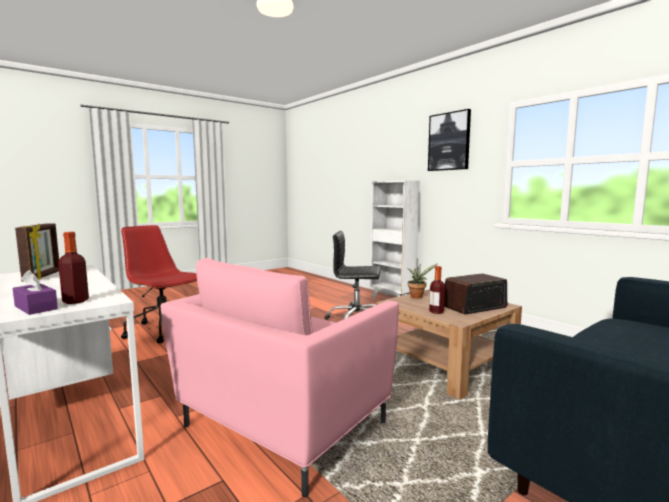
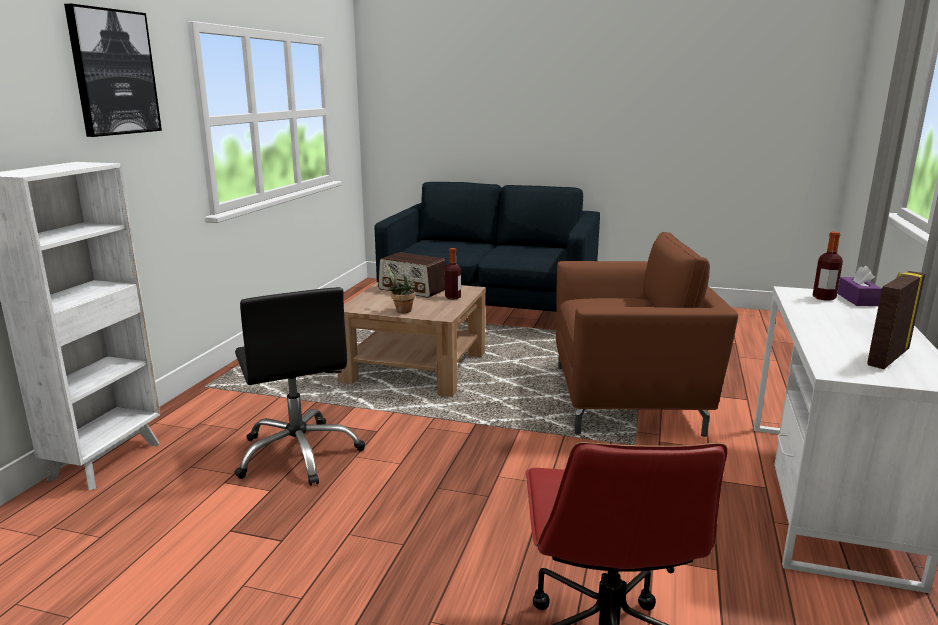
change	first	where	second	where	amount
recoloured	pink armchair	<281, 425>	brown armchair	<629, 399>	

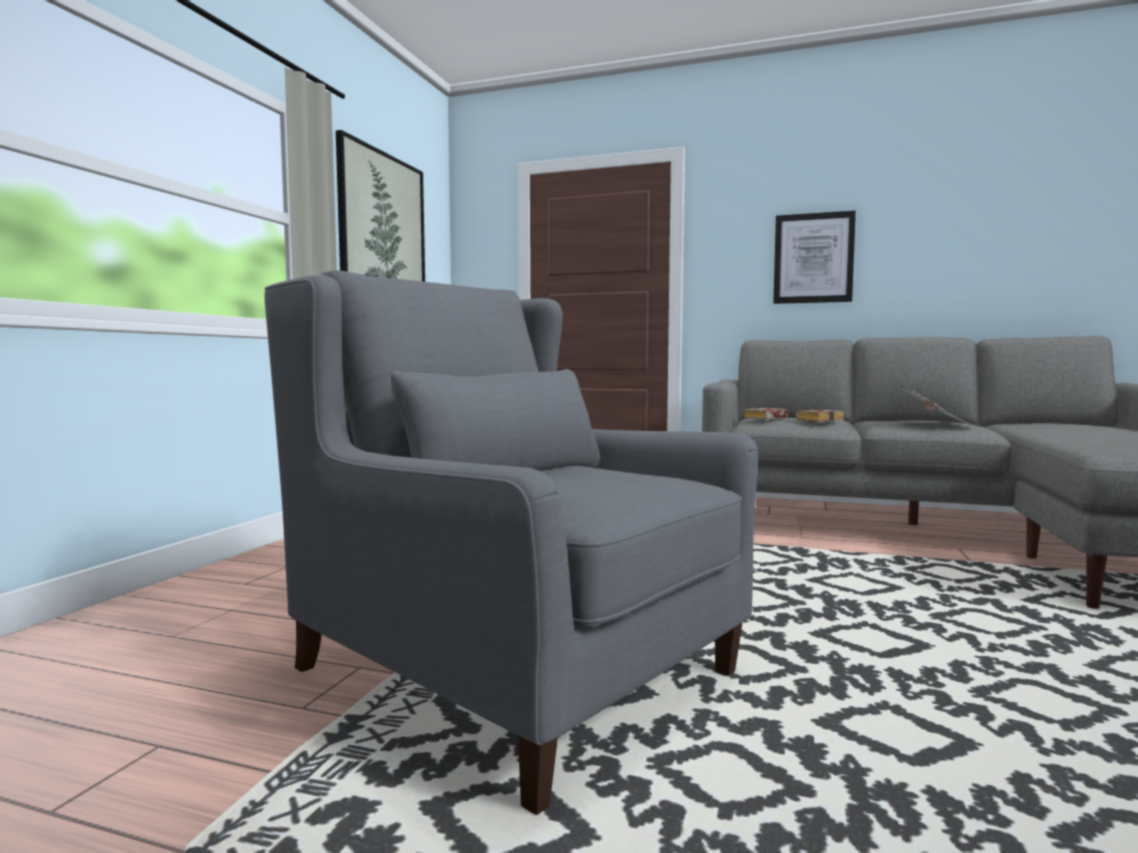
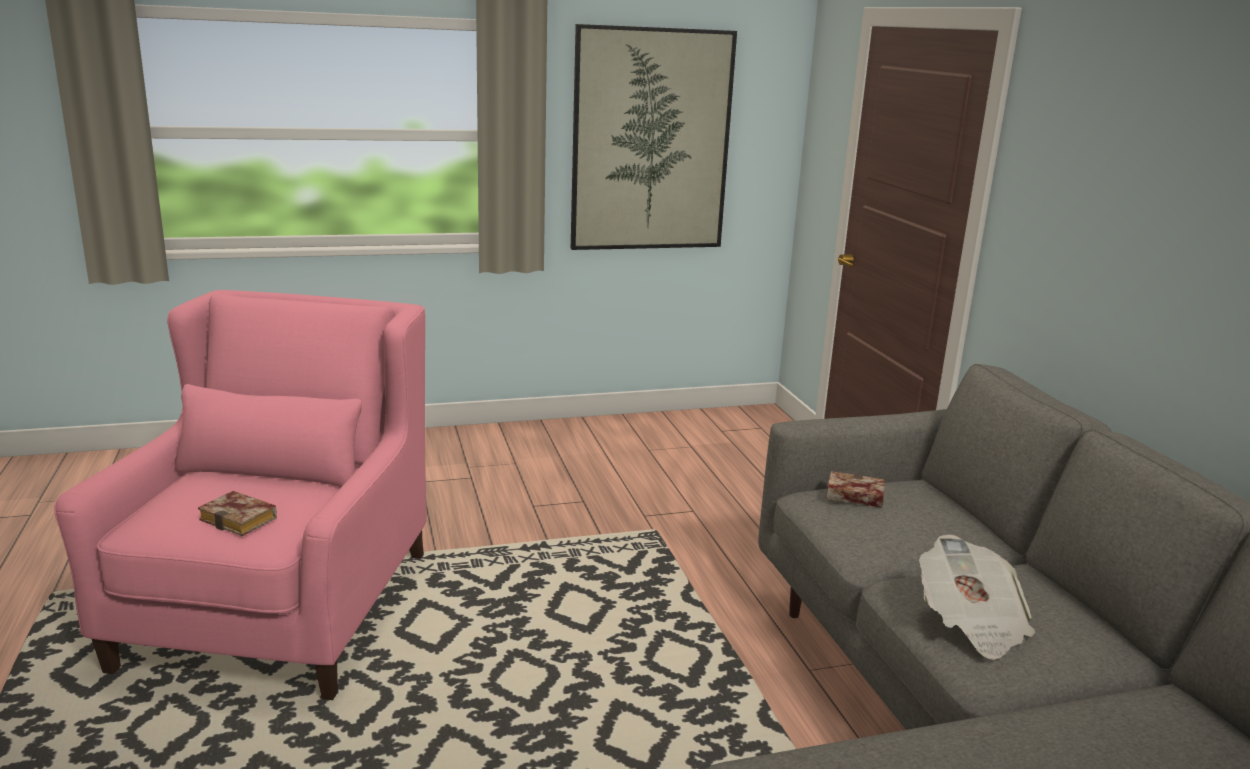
change	first	where	second	where	amount
removed	picture	<813, 258>			
moved	book	<820, 420>		<242, 519>	
recoloured	grey armchair	<515, 671>	pink armchair	<280, 608>	

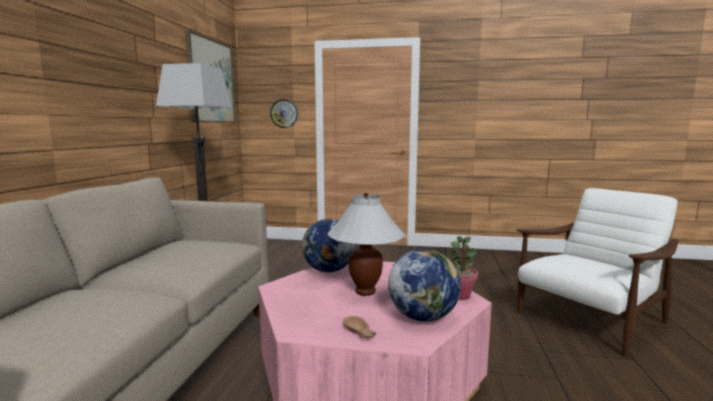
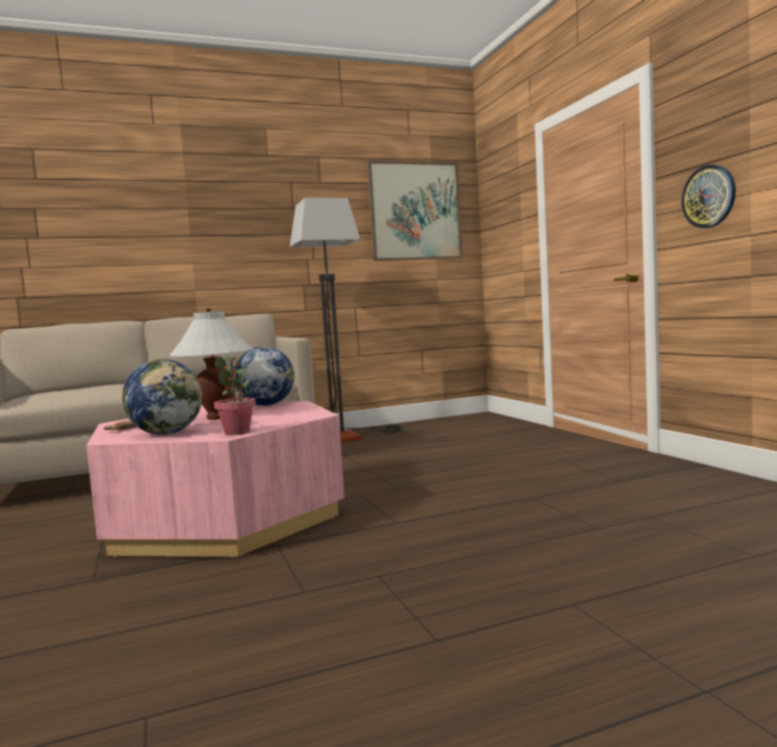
change	first	where	second	where	amount
removed	white armchair	<589, 319>			
moved	wall clock	<284, 113>		<709, 196>	

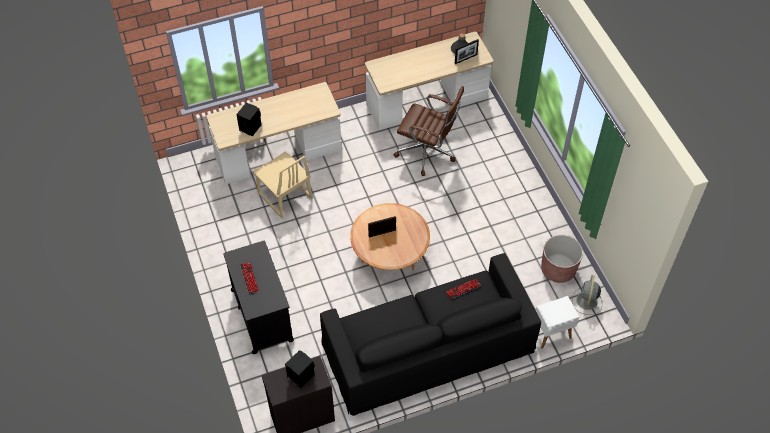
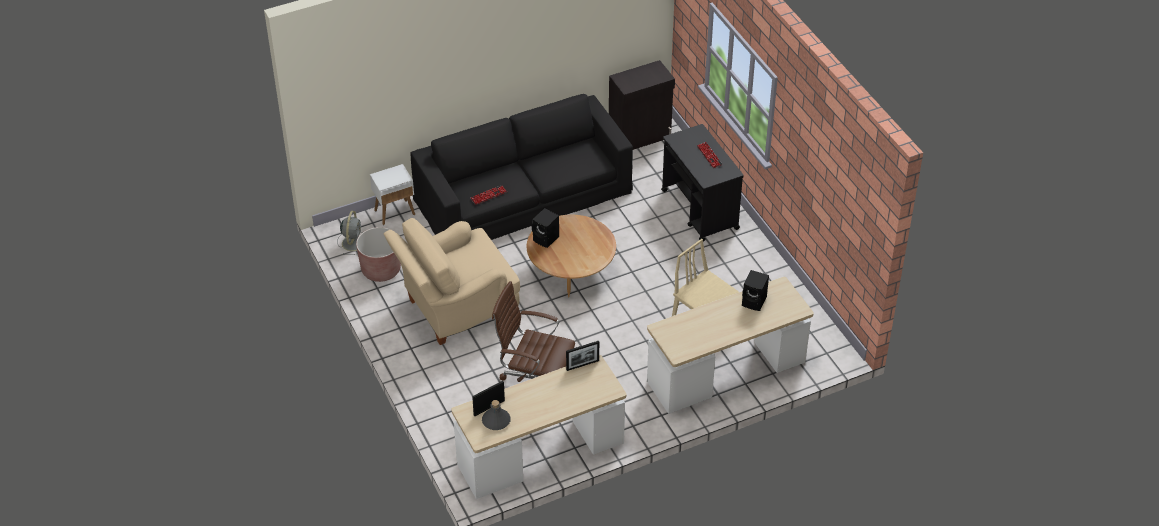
change	first	where	second	where	amount
added			beige armchair	<456, 309>	
moved	black speaker	<300, 375>		<546, 239>	
moved	picture frame	<382, 233>		<582, 365>	

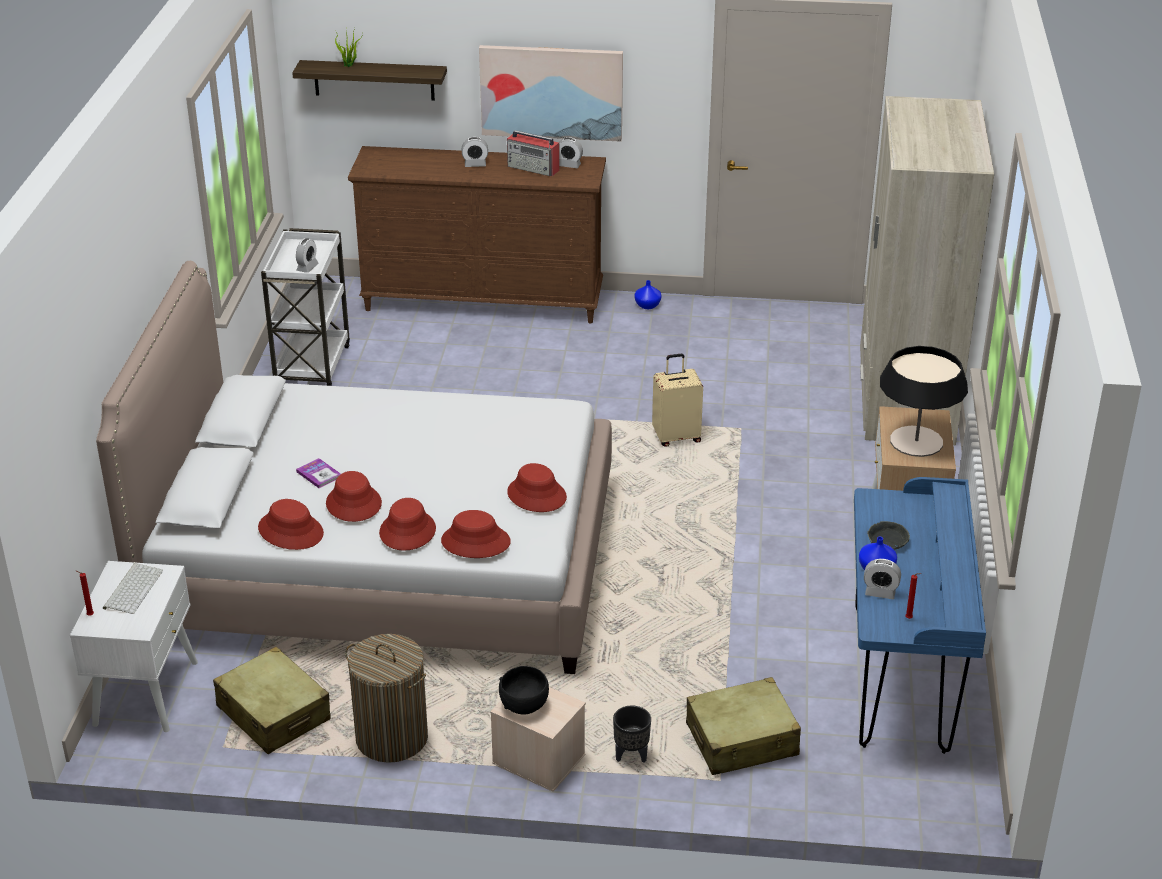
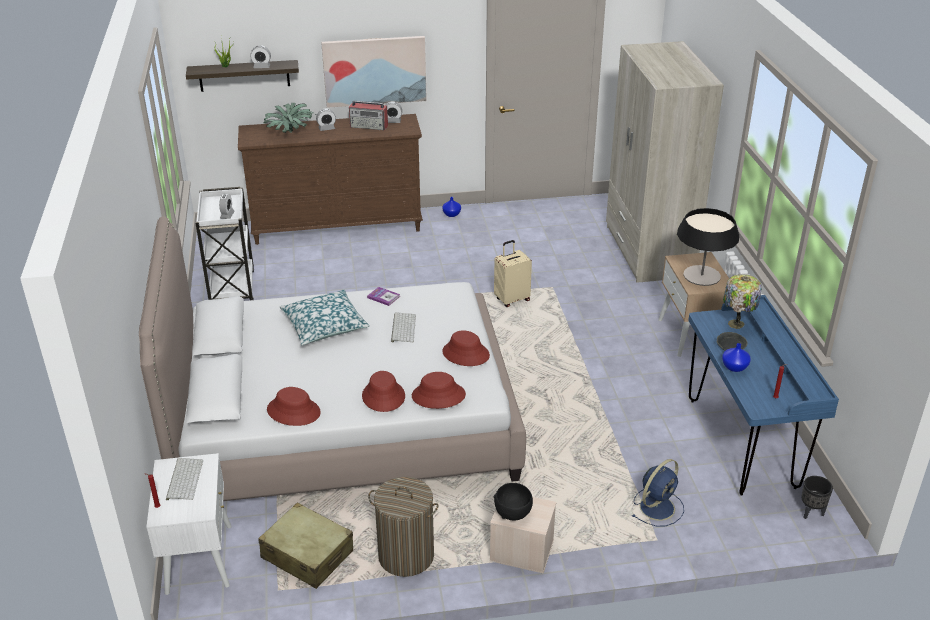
change	first	where	second	where	amount
removed	red hat	<353, 504>			
added			potted plant	<290, 134>	
added			pillow	<324, 325>	
added			keyboard	<402, 328>	
added			table lamp	<736, 325>	
moved	book	<319, 474>		<383, 297>	
moved	black planter	<630, 756>		<810, 512>	
moved	alarm clock	<880, 592>		<261, 67>	
replaced	beige suitcase	<742, 740>	blue fan	<658, 507>	

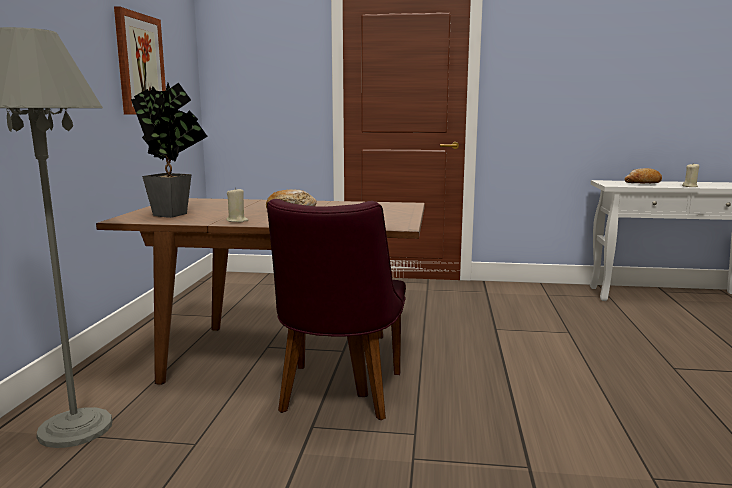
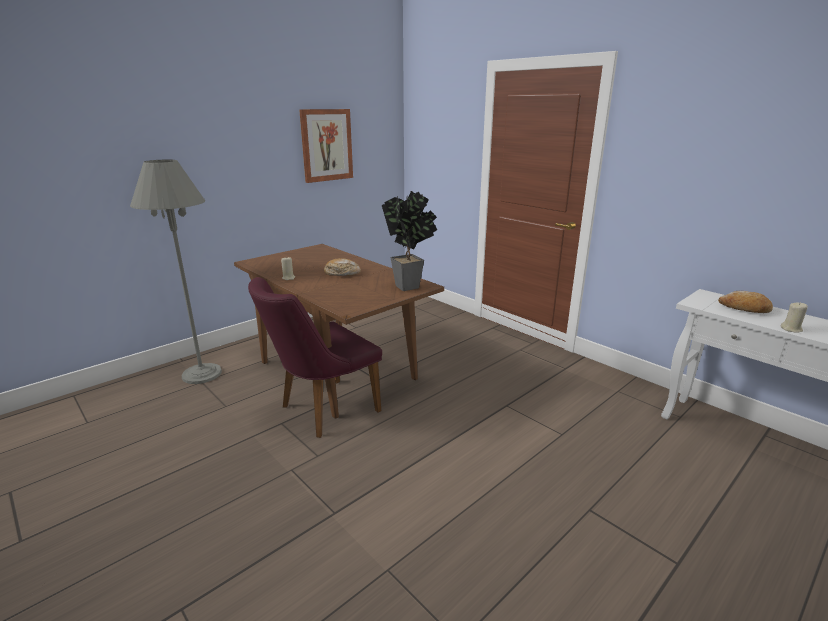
change	first	where	second	where	amount
moved	potted plant	<176, 214>		<411, 287>	

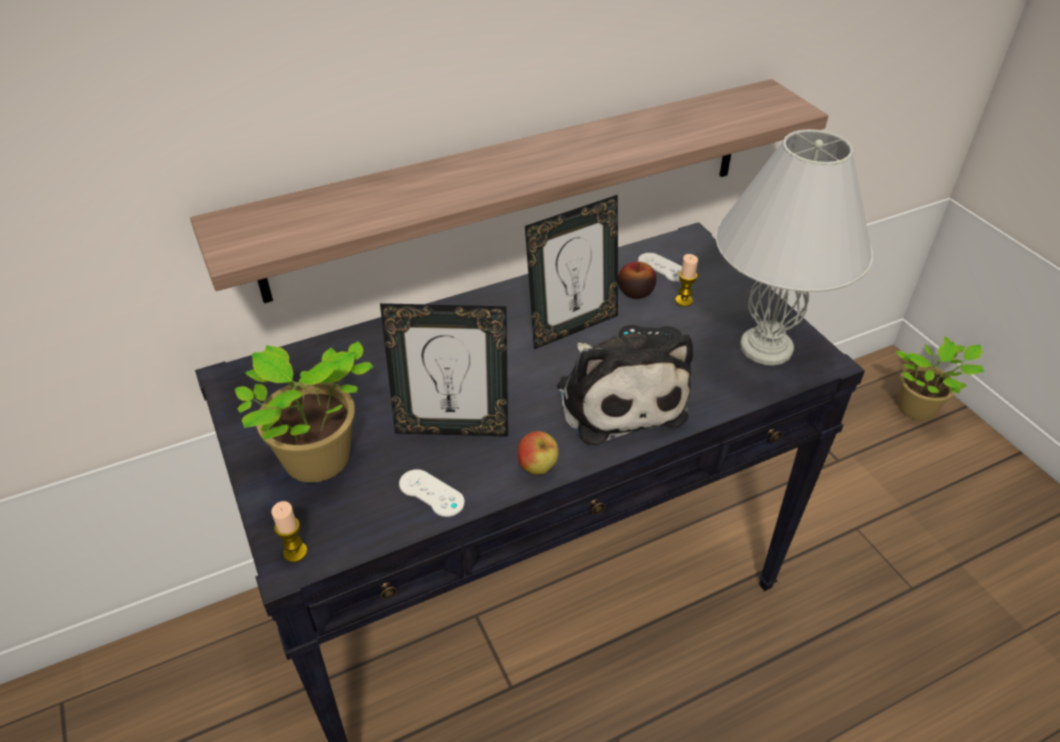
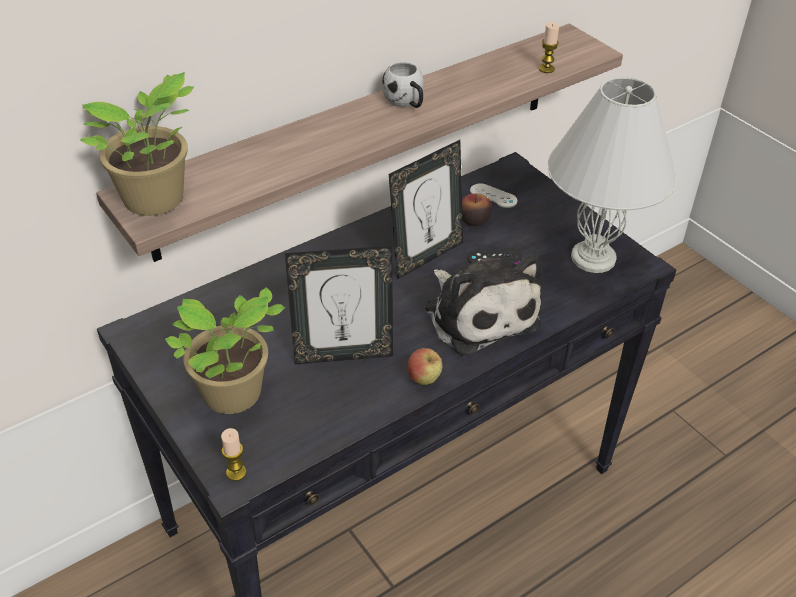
change	first	where	second	where	amount
removed	white game controller	<431, 493>			
added			white mug	<406, 103>	
moved	candle	<683, 301>		<546, 69>	
moved	potted plant	<919, 409>		<156, 201>	

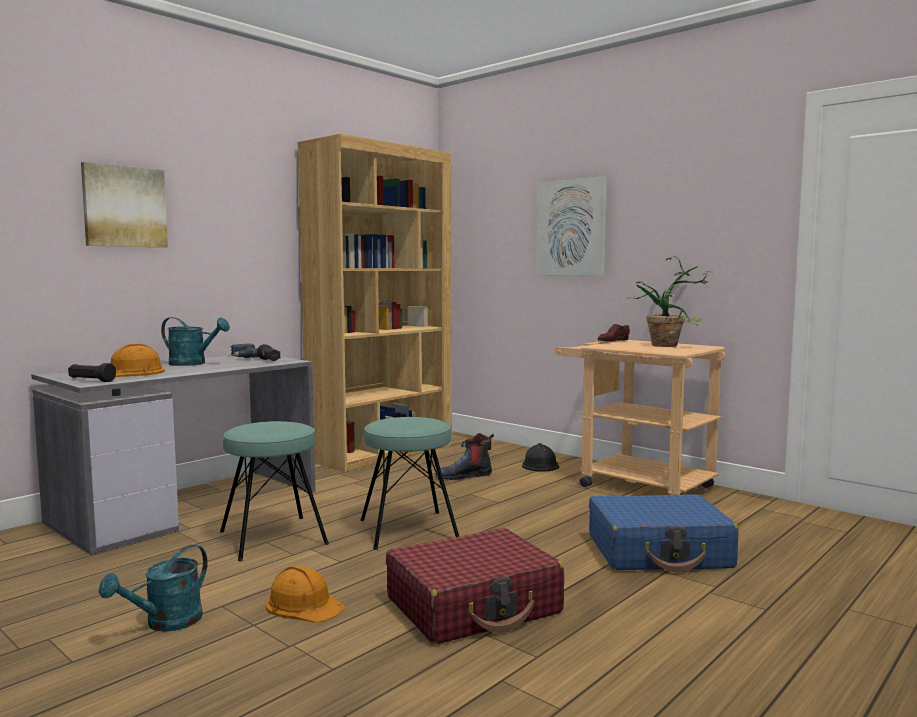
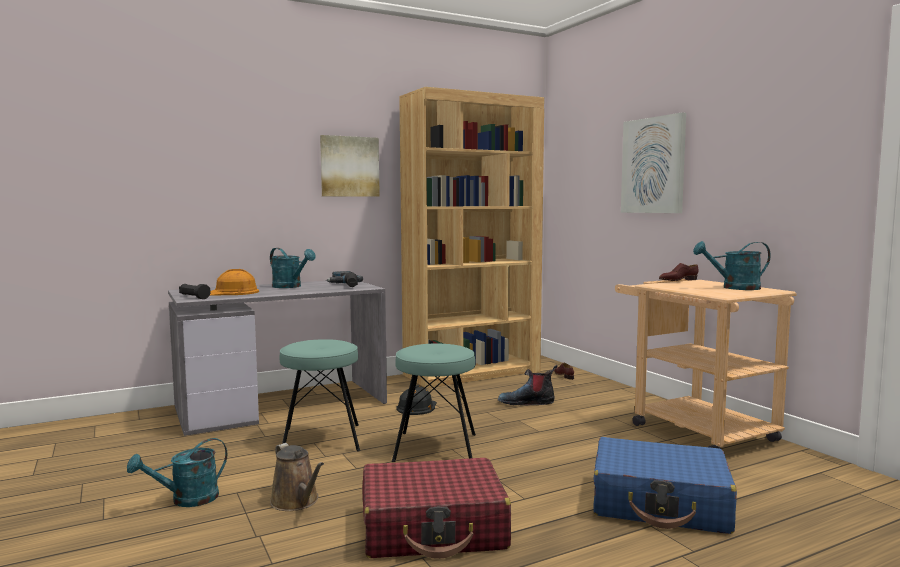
change	first	where	second	where	amount
moved	picture	<124, 207>		<349, 166>	
moved	black hard hat	<539, 465>		<417, 407>	
replaced	orange hard hat	<304, 604>	brown watering can	<297, 502>	
replaced	potted plant	<671, 345>	turquoise watering can	<734, 288>	

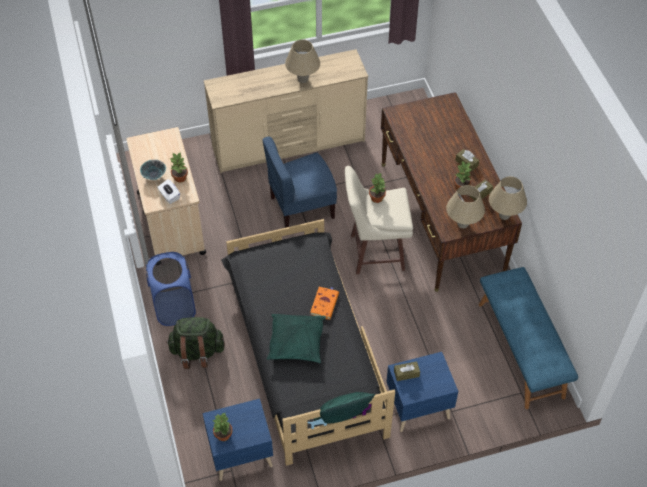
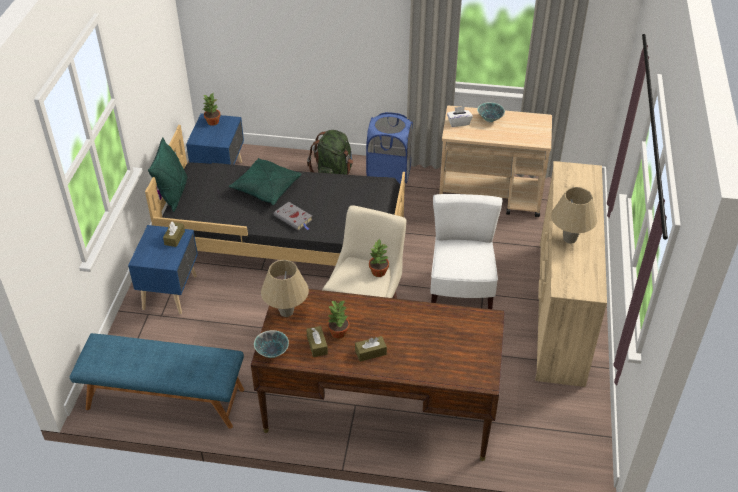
change	first	where	second	where	amount
removed	potted plant	<180, 177>			
replaced	beige table lamp	<504, 215>	bowl	<272, 353>	
recoloured	blue chair	<301, 207>	white chair	<460, 292>	
recoloured	orange book	<324, 303>	grey book	<294, 218>	

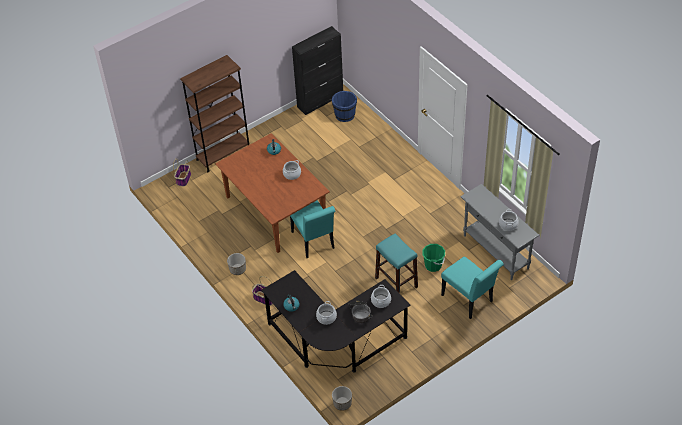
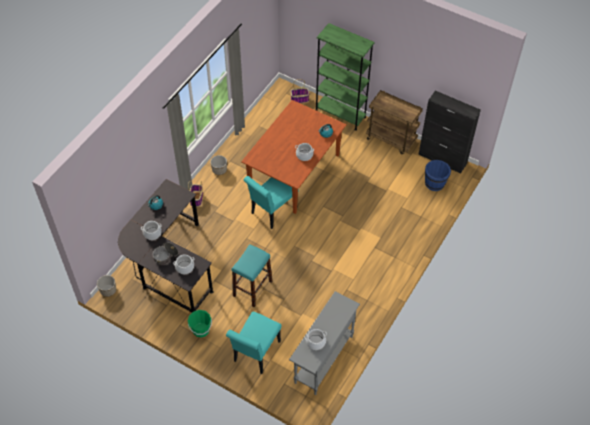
change	first	where	second	where	amount
added			brown cart	<391, 139>	
moved	green bucket	<433, 265>		<201, 330>	
recoloured	brown bookcase	<223, 154>	green bookcase	<340, 114>	

